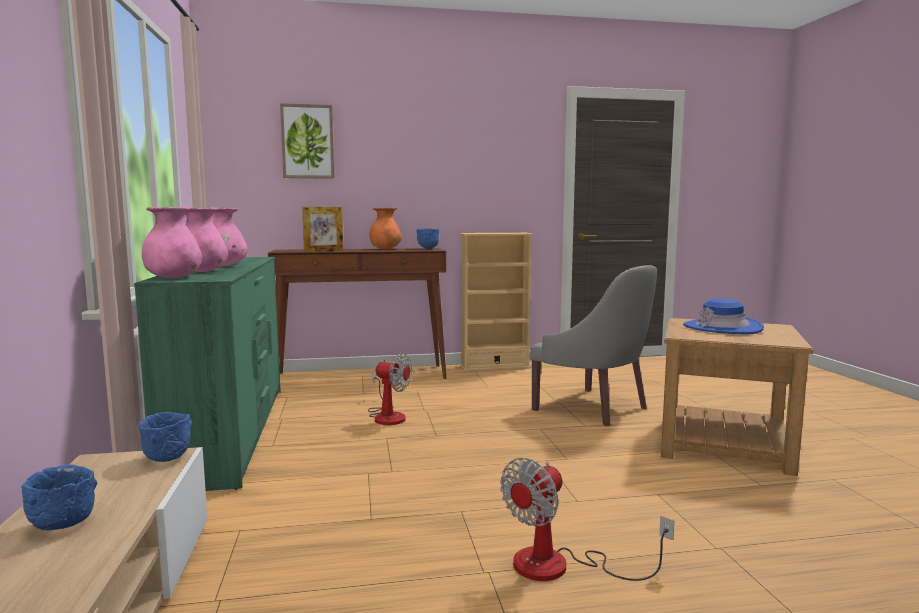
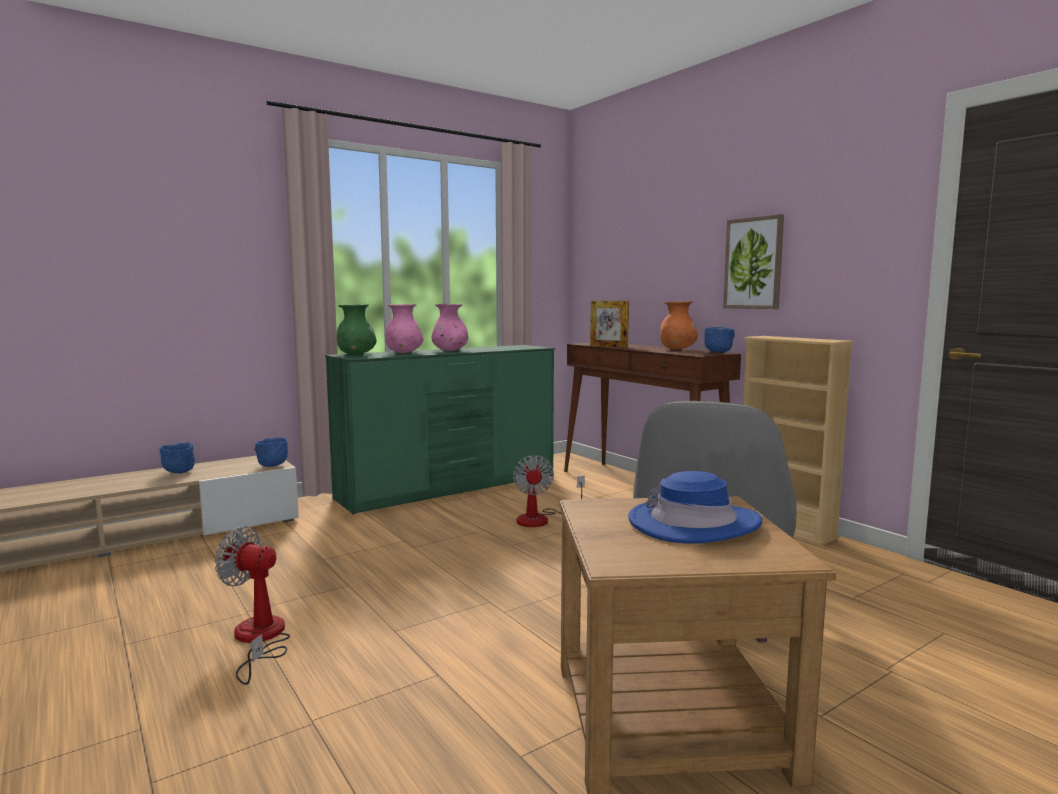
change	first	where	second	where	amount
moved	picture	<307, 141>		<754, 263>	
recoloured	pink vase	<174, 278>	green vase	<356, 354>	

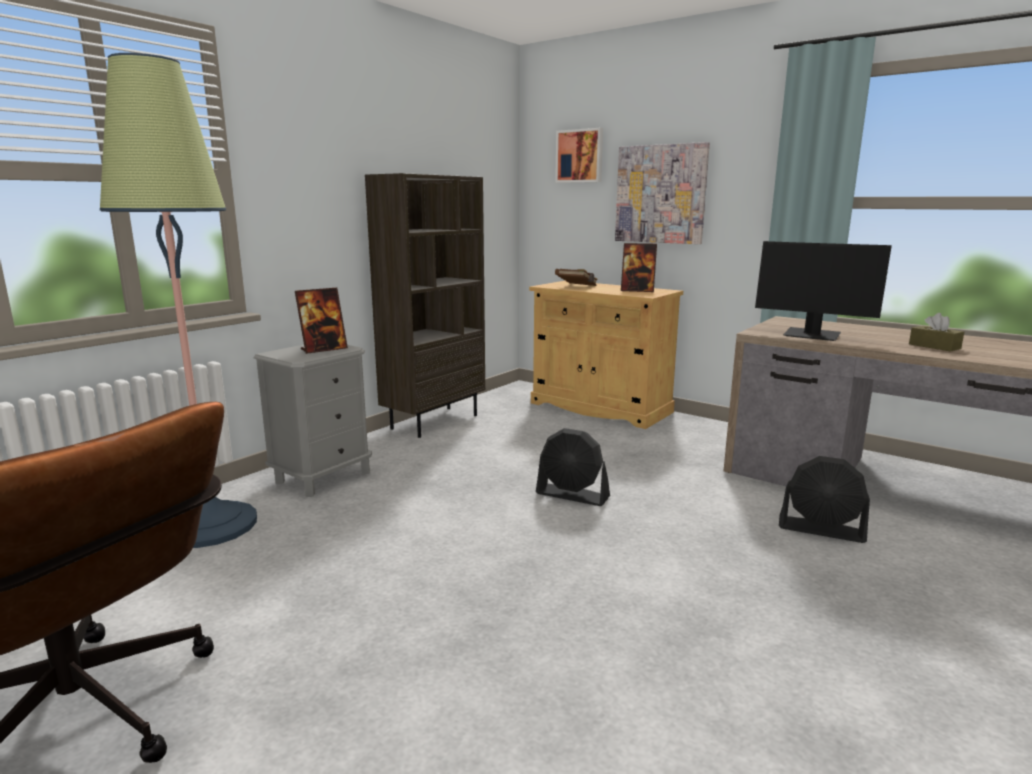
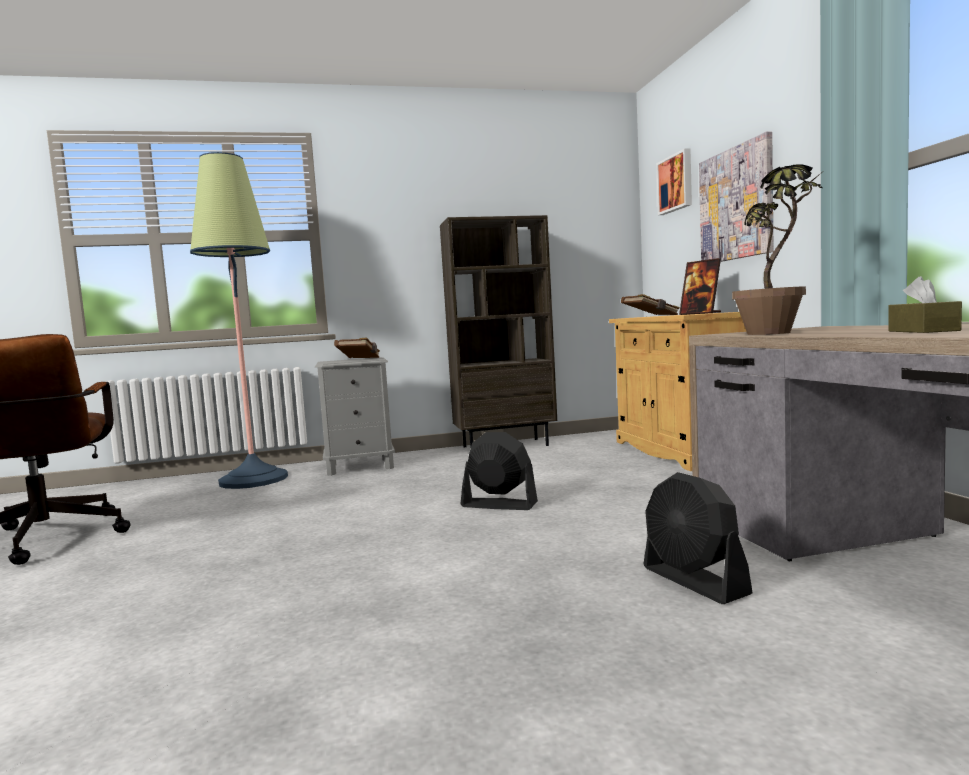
change	first	where	second	where	amount
replaced	picture frame	<323, 349>	brown book	<360, 359>	
replaced	monitor	<812, 335>	potted plant	<778, 332>	
turned	black fan	<572, 495>		<498, 504>	135 degrees clockwise

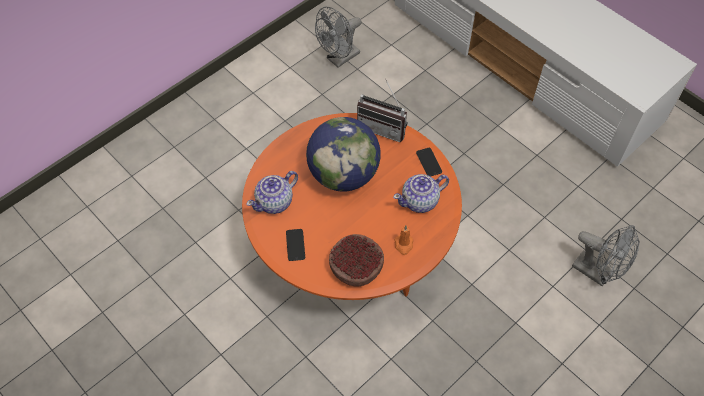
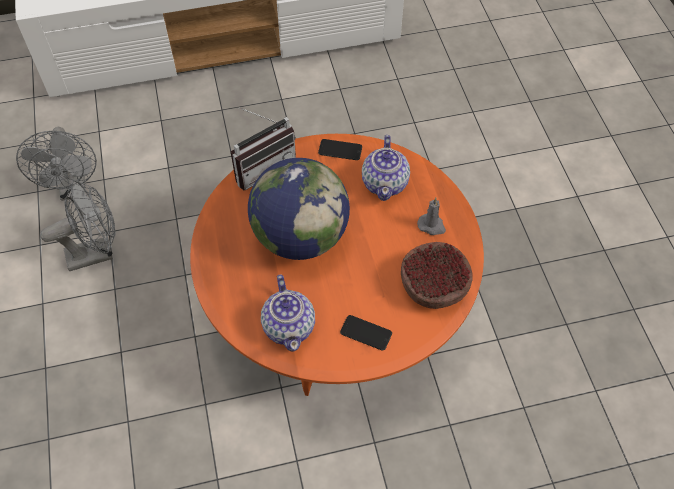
change	first	where	second	where	amount
moved	grey fan	<597, 273>		<96, 252>	
recoloured	orange candle	<403, 245>	grey candle	<432, 226>	

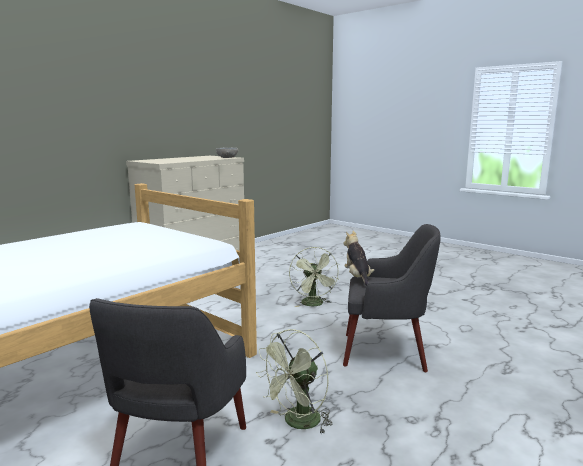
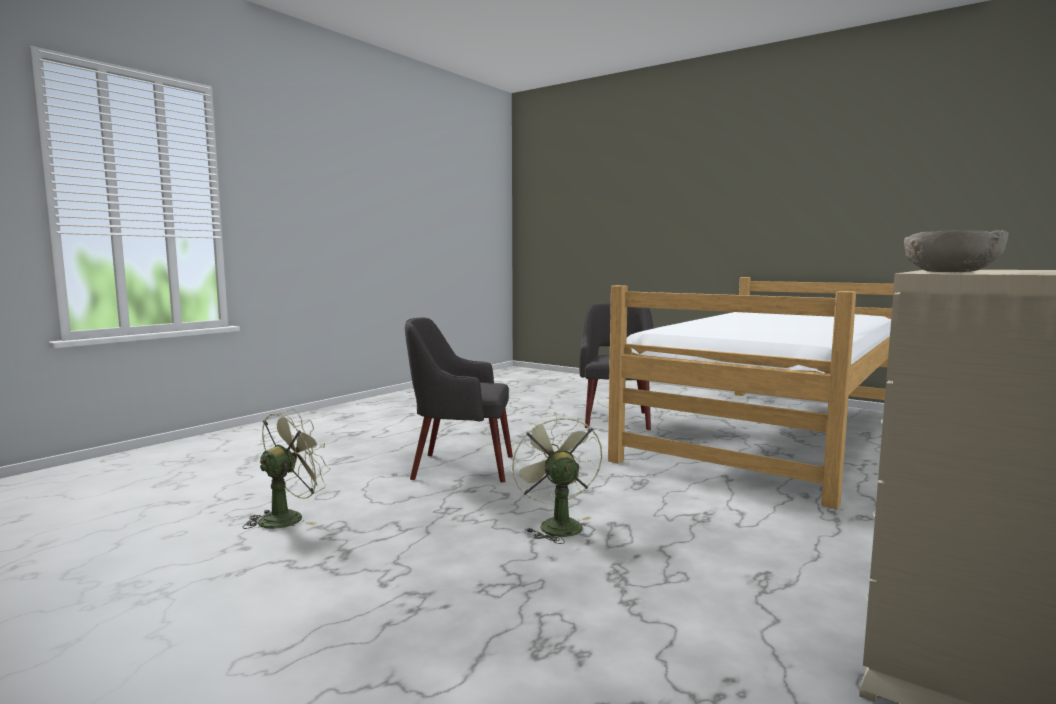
change	first	where	second	where	amount
removed	plush toy	<358, 278>			
moved	green fan	<297, 423>		<288, 517>	

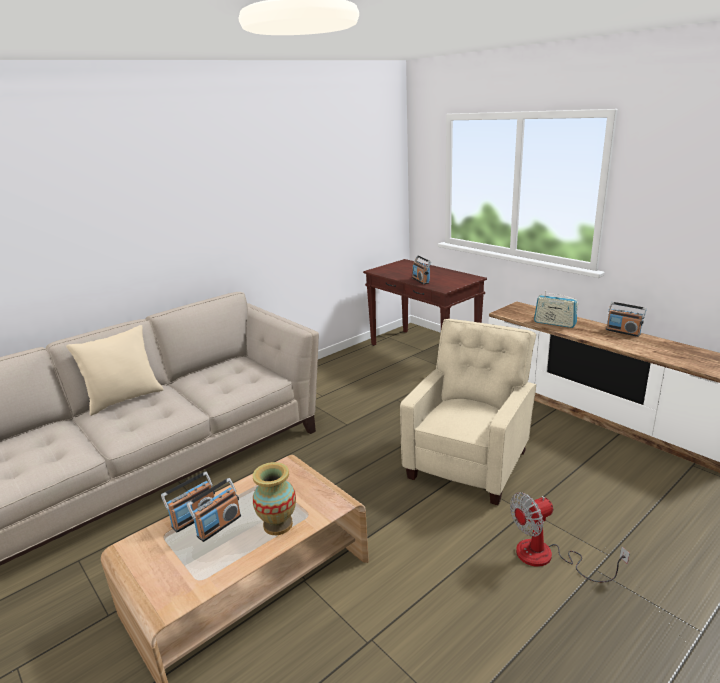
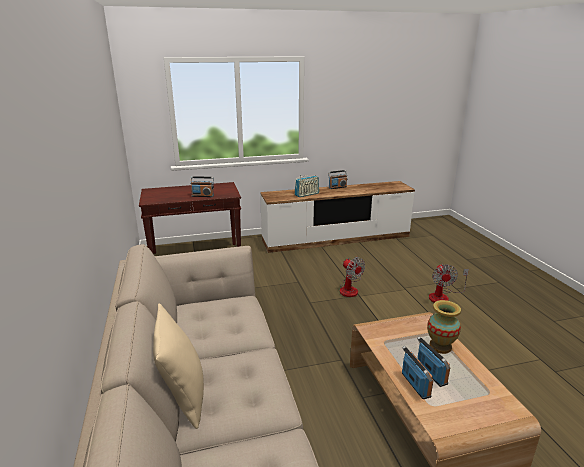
change	first	where	second	where	amount
replaced	beige armchair	<469, 462>	fan	<350, 288>	

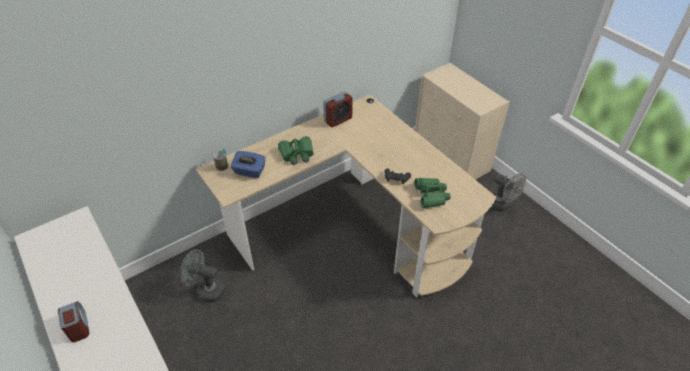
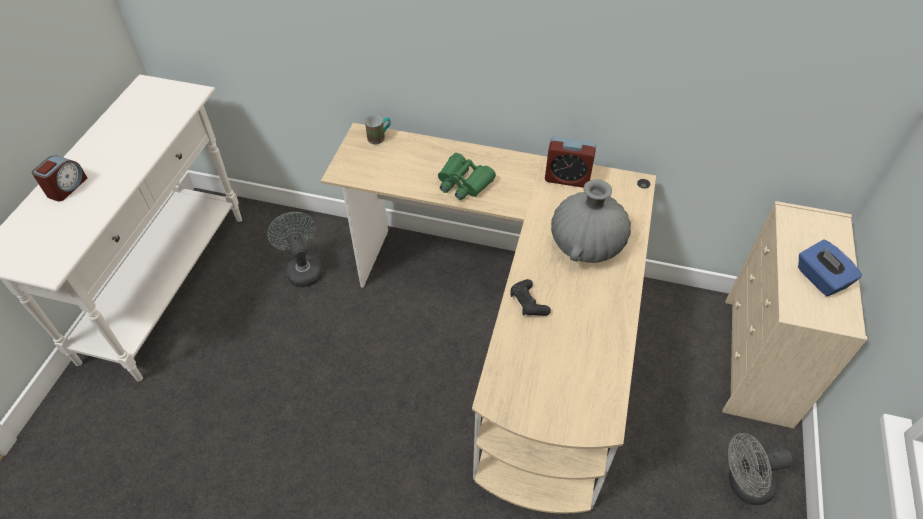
change	first	where	second	where	amount
removed	green binoculars	<431, 196>			
added			grey vase	<586, 244>	
moved	blue tissue box	<249, 171>		<820, 279>	
turned	grey fan	<501, 205>		<743, 485>	75 degrees clockwise

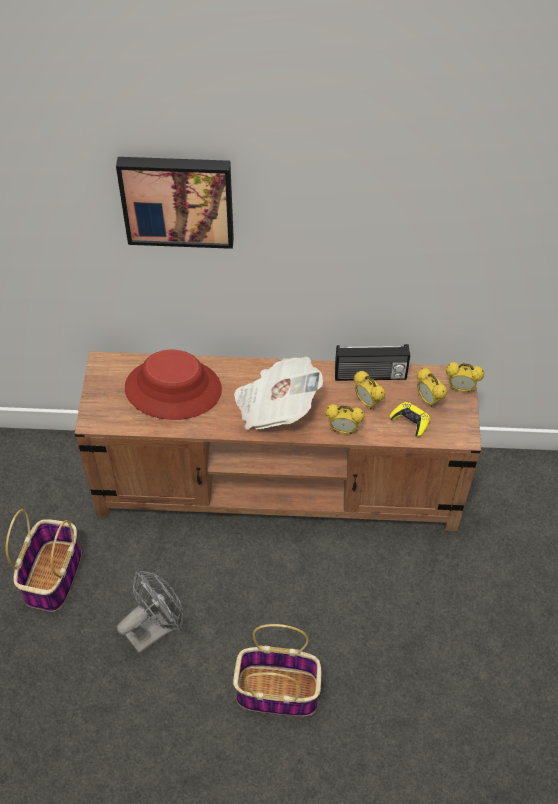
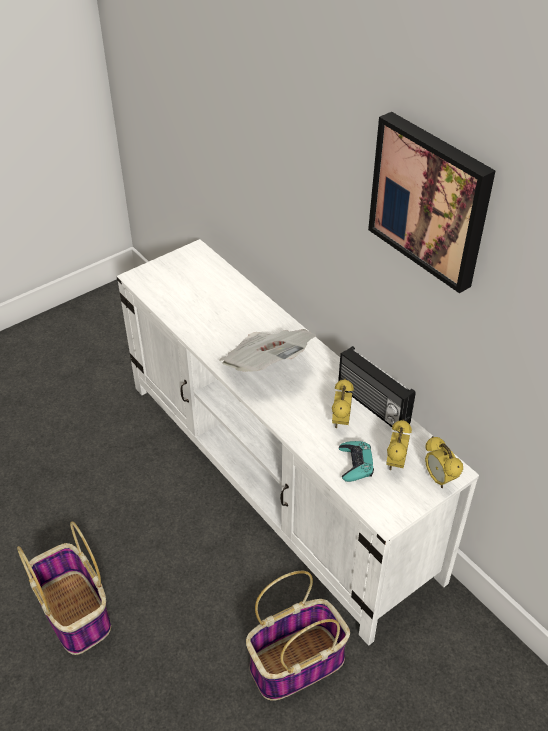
change	first	where	second	where	amount
removed	grey fan	<155, 629>			
removed	red hat	<173, 389>			
removed	alarm clock	<343, 430>			
moved	basket	<53, 574>		<297, 662>	
moved	picture	<177, 199>		<431, 200>	
recoloured	brown tv stand	<280, 484>	white tv stand	<277, 477>	
recoloured	yellow game controller	<410, 421>	turquoise game controller	<355, 464>	

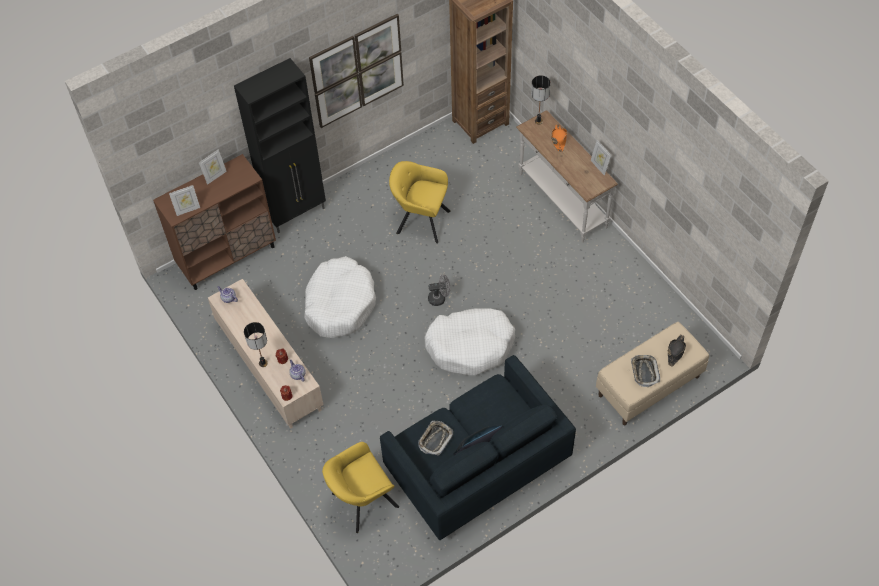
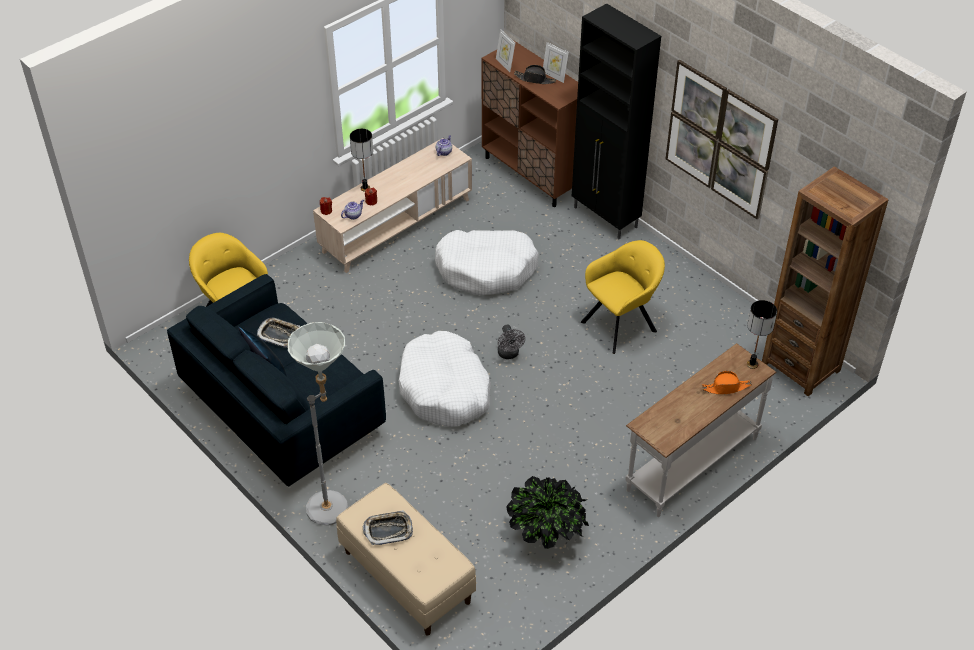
change	first	where	second	where	amount
removed	picture frame	<599, 167>			
added			grey floor lamp	<334, 503>	
added			potted plant	<546, 534>	
moved	black hat	<675, 351>		<535, 79>	
turned	yellow armchair	<420, 220>		<621, 325>	45 degrees clockwise

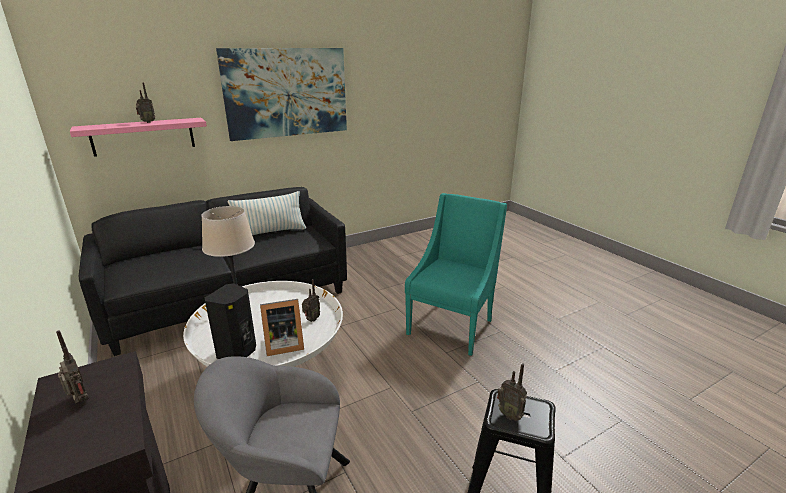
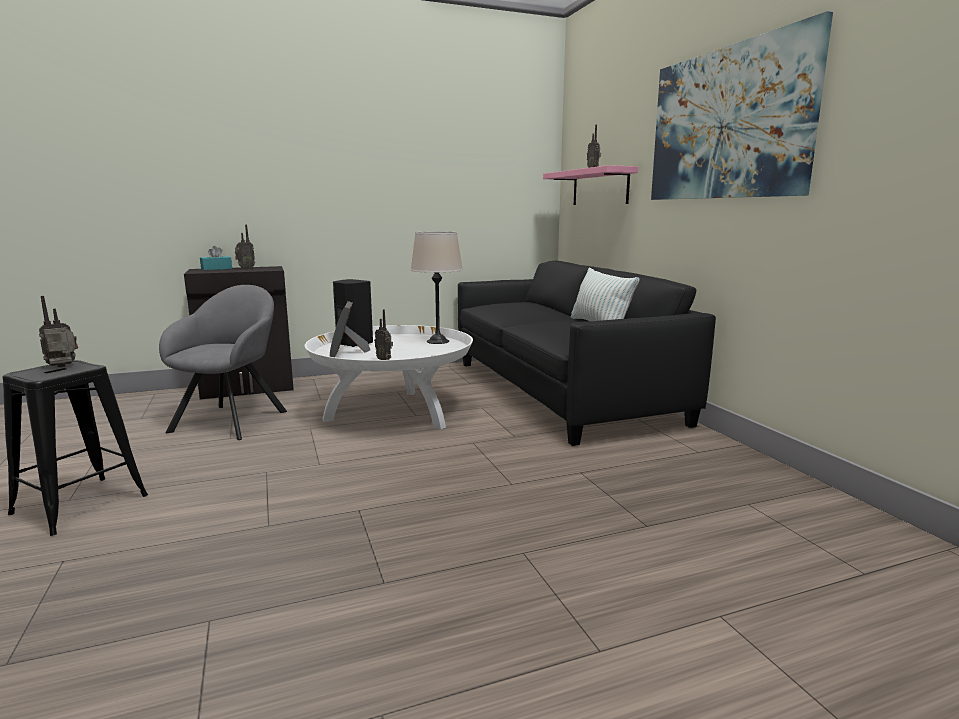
change	first	where	second	where	amount
removed	turquoise armchair	<452, 326>			
added			turquoise tissue box	<216, 269>	

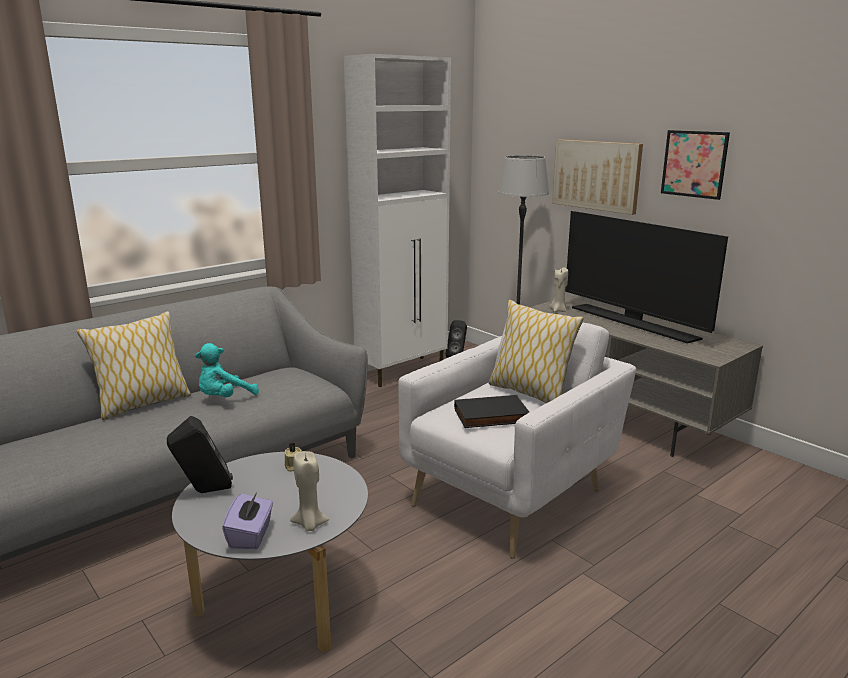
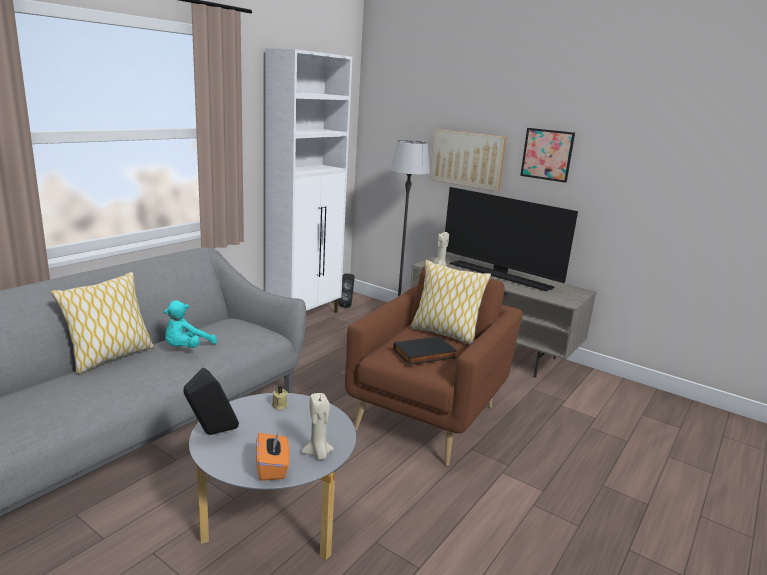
change	first	where	second	where	amount
recoloured	purple tissue box	<251, 535>	orange tissue box	<272, 468>	
recoloured	white armchair	<513, 494>	brown armchair	<430, 415>	

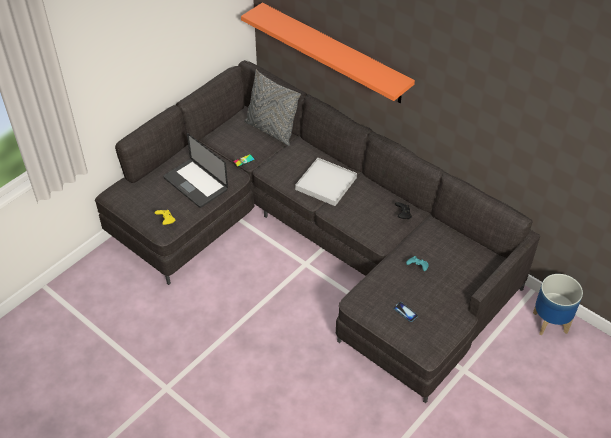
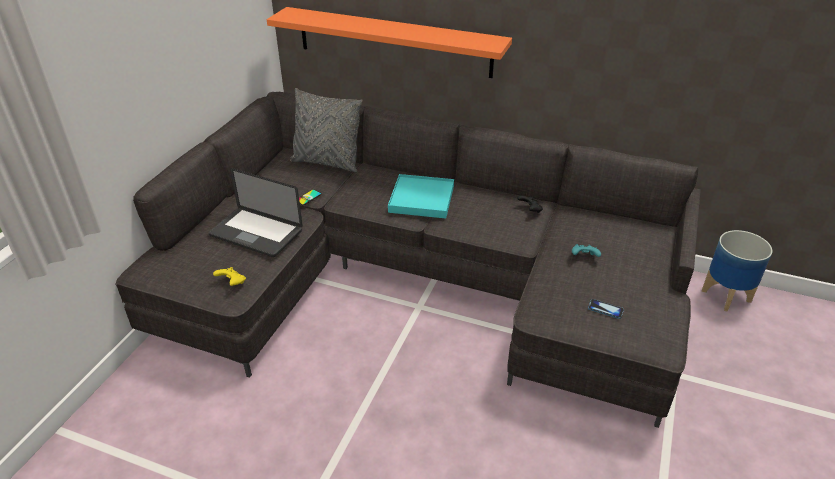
change	first	where	second	where	amount
recoloured	white tray	<326, 183>	turquoise tray	<421, 199>	

